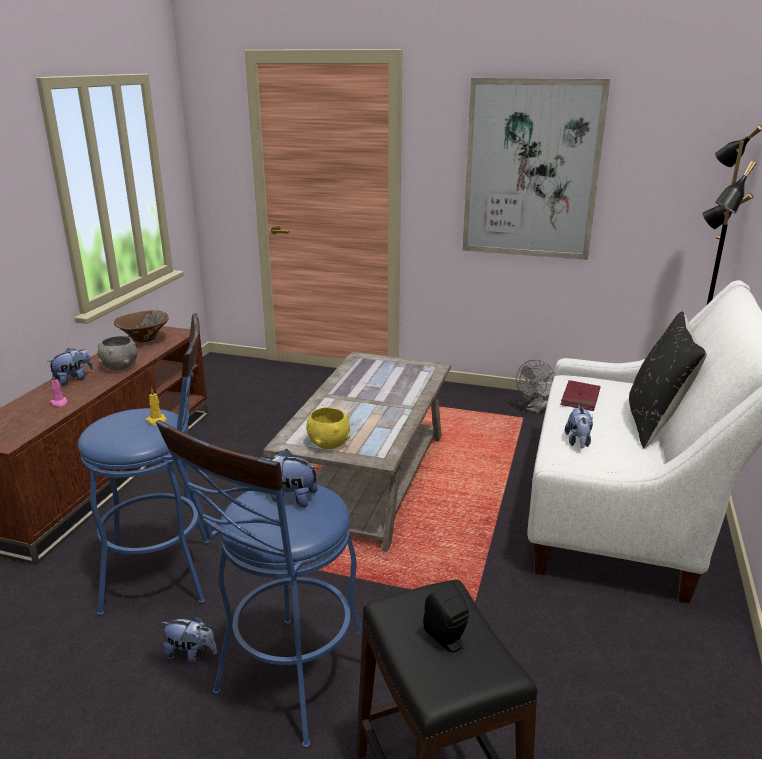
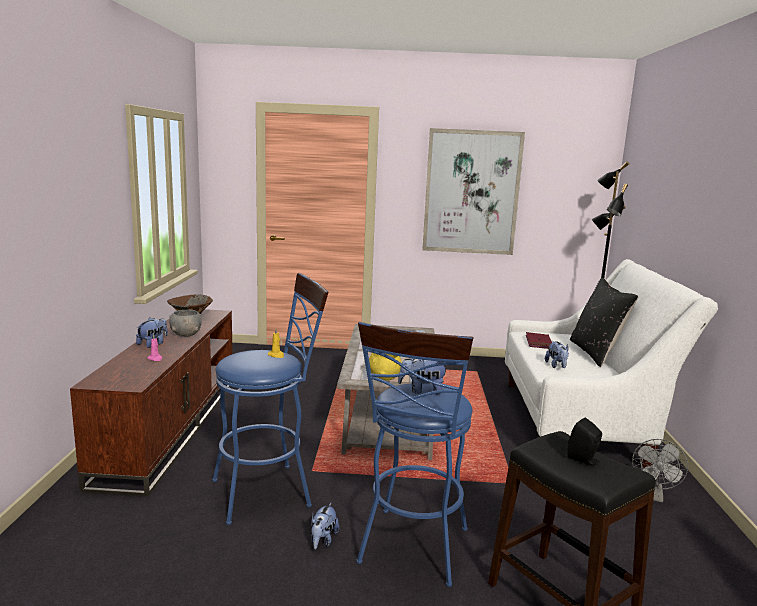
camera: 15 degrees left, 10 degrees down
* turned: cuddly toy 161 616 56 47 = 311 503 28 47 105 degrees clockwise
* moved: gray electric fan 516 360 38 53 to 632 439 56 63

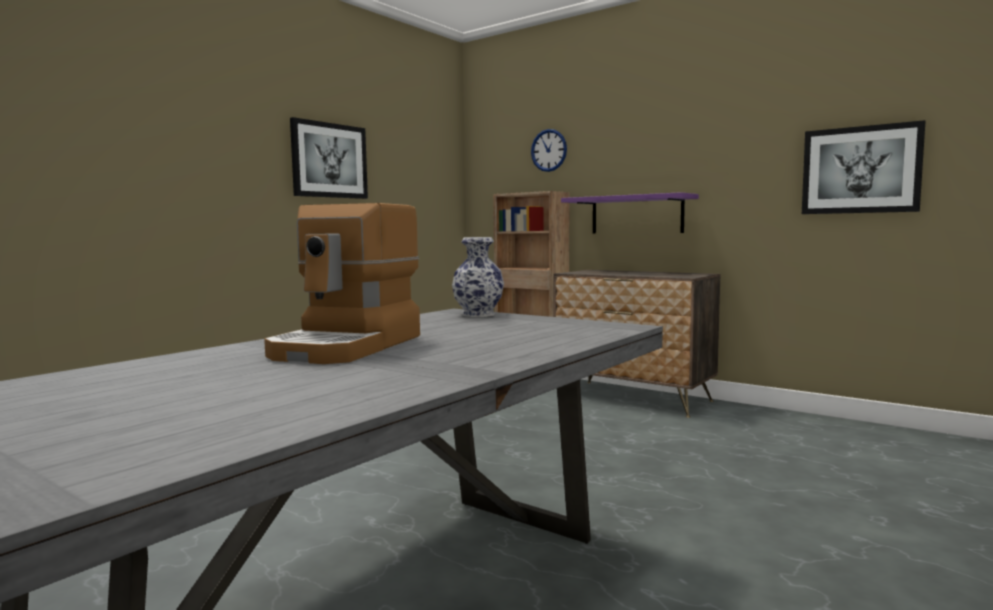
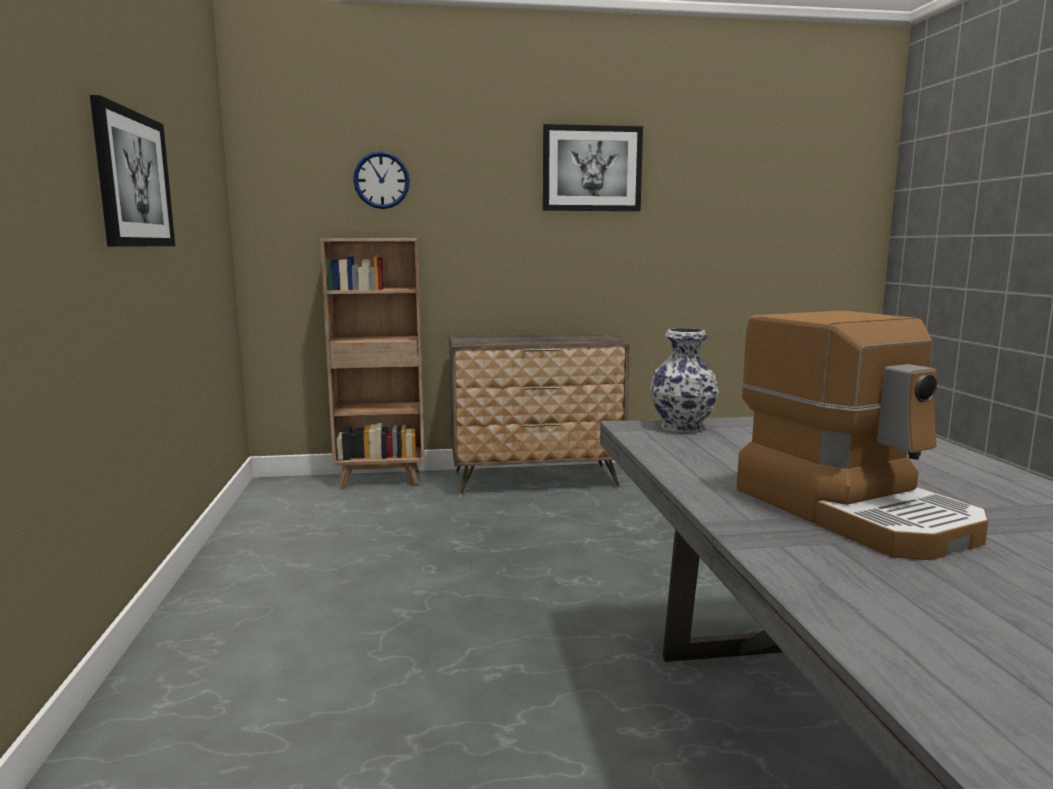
camera: 45 degrees left, 5 degrees up
* moved: wall art 802 120 123 94 to 543 124 100 87
* removed: purple bracket shelf 561 192 138 42

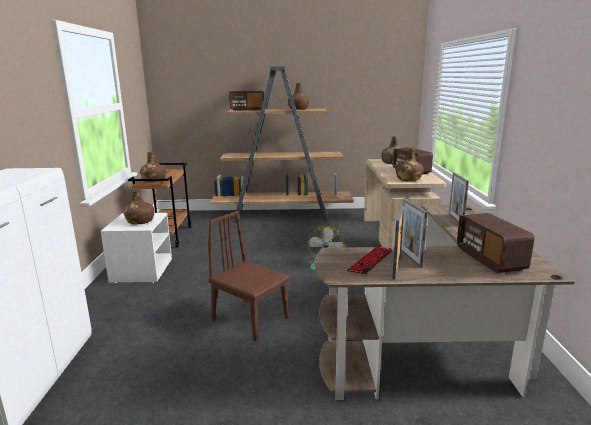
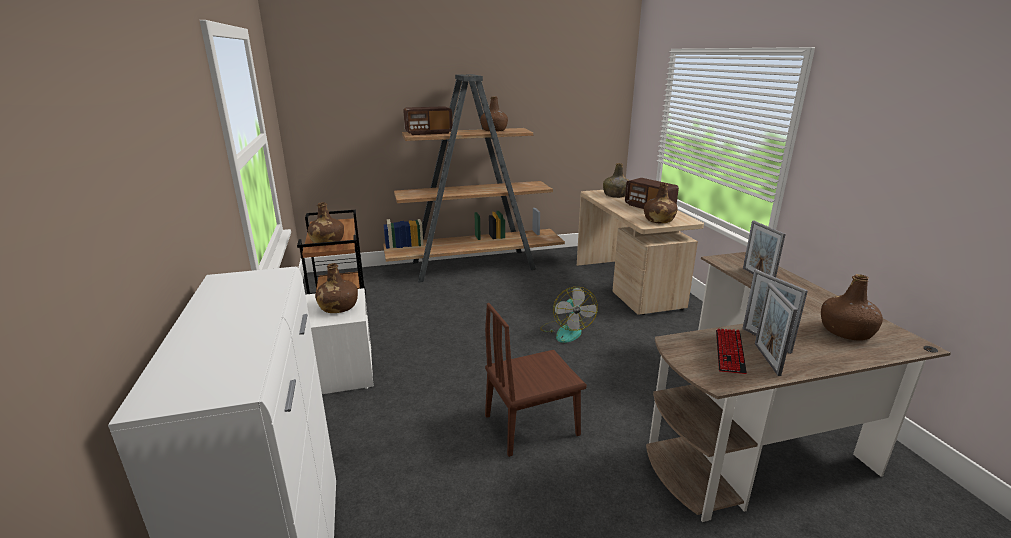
camera: 15 degrees left, 5 degrees up
* turned: brown-coloured upright chair 208 211 82 130 = 485 303 102 154 45 degrees counterclockwise
* replaced: radio set 457 213 77 60 to brown-coloured drink bottle 821 274 62 67

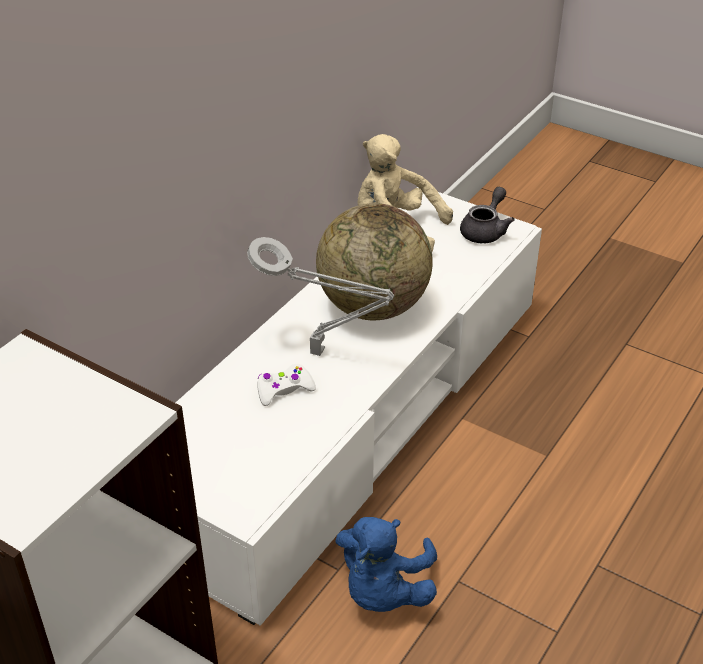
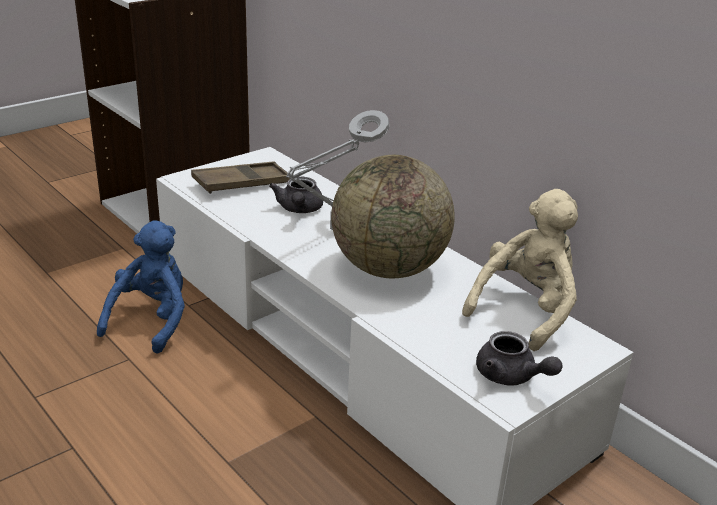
camera: 105 degrees right, 10 degrees down
* turned: blue-coloured cuddly toy 335 517 102 95 = 97 220 88 134 75 degrees clockwise
* added: brown-coloured carrying tray 191 161 99 33
* replaced: white game controller 257 364 59 42 to gray pot for tea 269 177 54 36

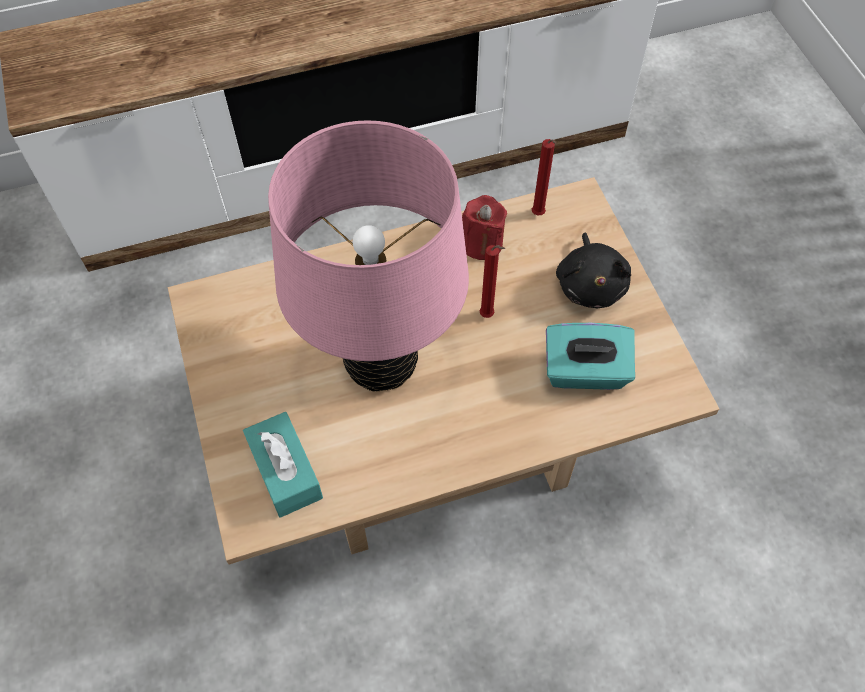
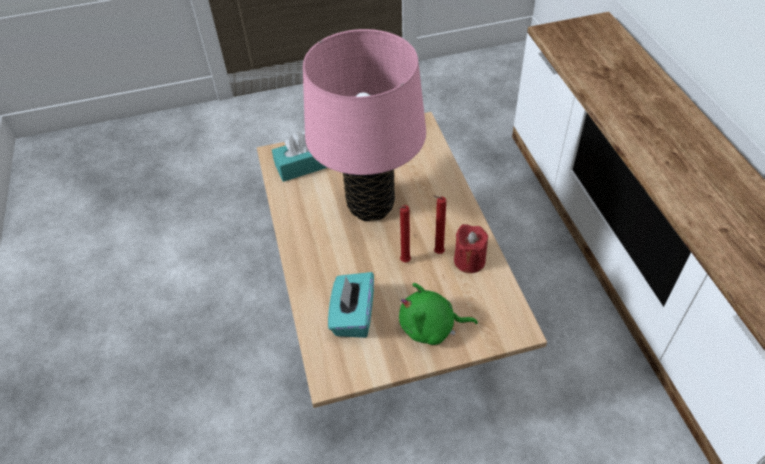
camera: 95 degrees right, 10 degrees down
* recoloured: blackish cuddly toy 556 233 75 76 to greenish cuddly toy 399 283 79 62
* moved: red-coloured candle 532 139 25 76 to 433 196 13 58

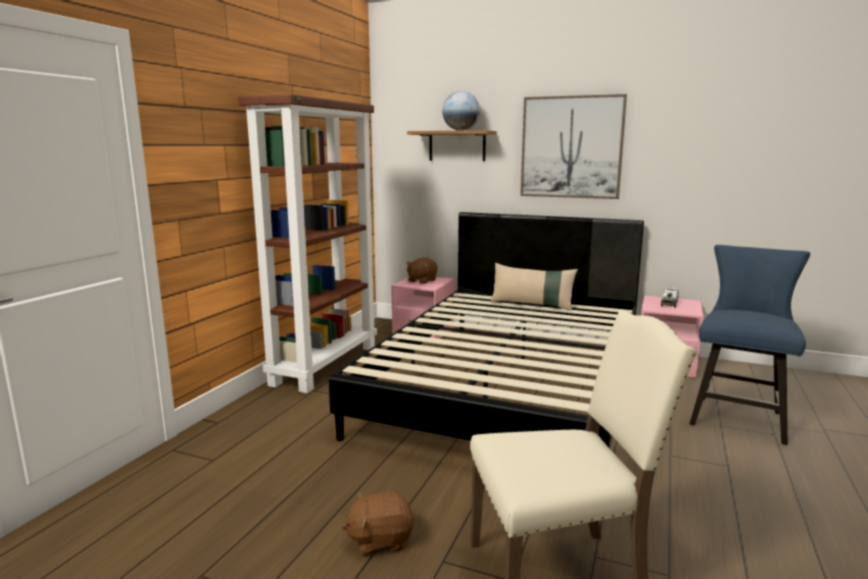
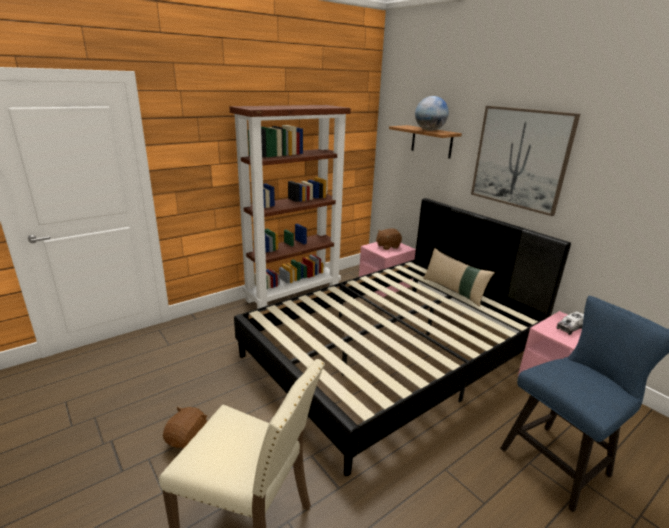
camera: 30 degrees right, 10 degrees up
* turned: brown-coloured cuddly toy 342 491 72 65 = 163 407 45 42 90 degrees clockwise

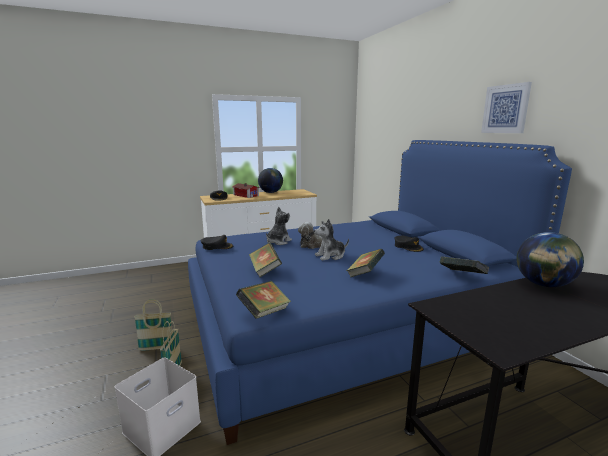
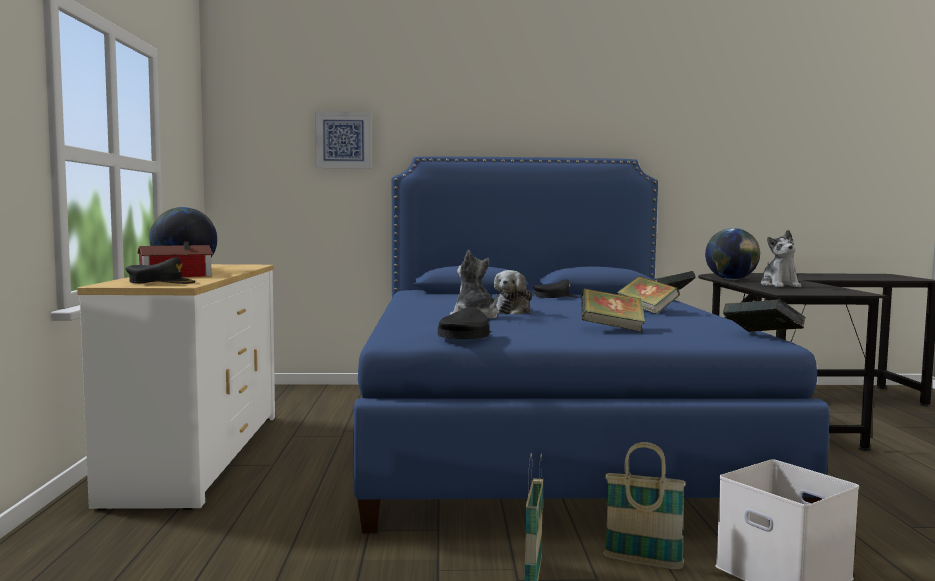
camera: 70 degrees left, 10 degrees down
* moved: wall art 481 82 51 51 to 315 111 57 58
* moved: cuddly toy 314 219 35 42 to 761 230 40 57

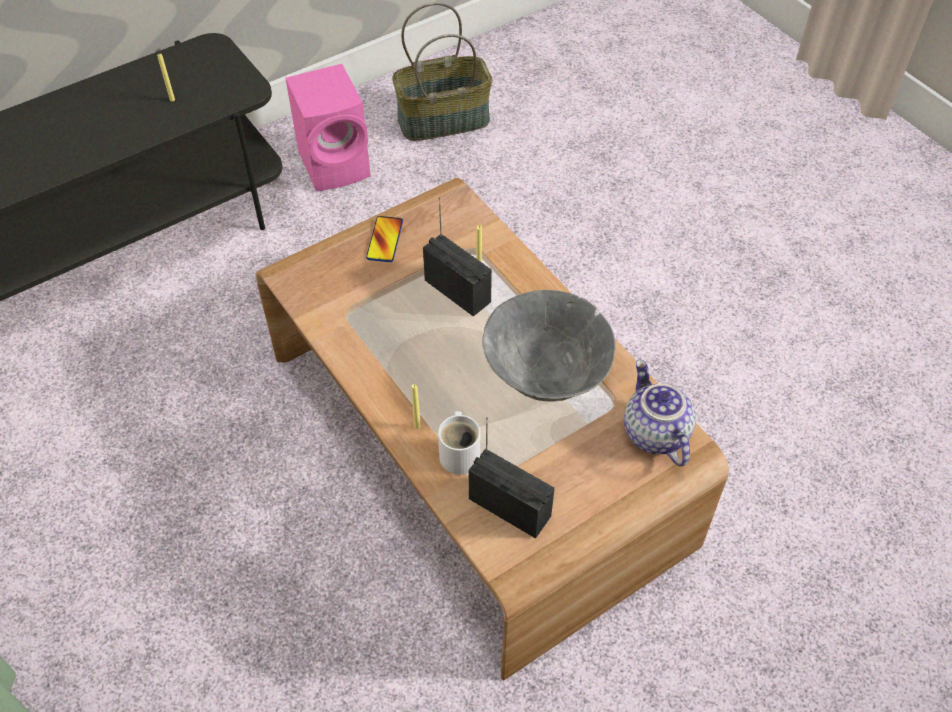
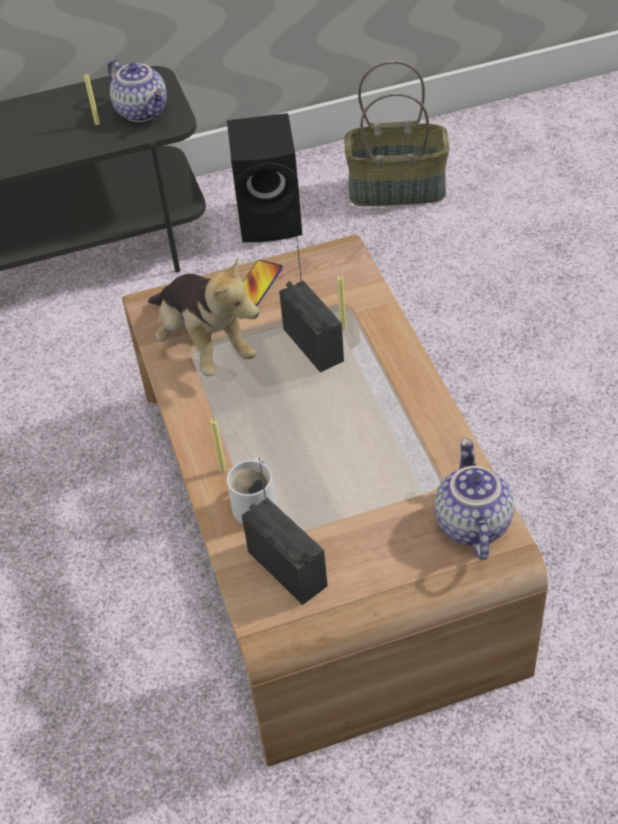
camera: 20 degrees right, 5 degrees down
* added: pot for tea 108 59 59 63
* added: cuddly toy 148 256 111 120
* recoloured: pink speaker 285 64 86 127 to blackish speaker 227 113 75 129
* removed: gray bowl 482 290 133 112

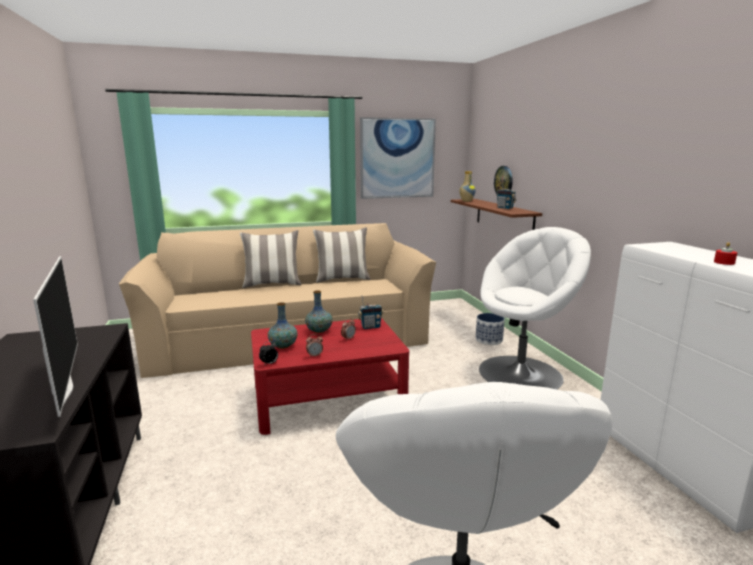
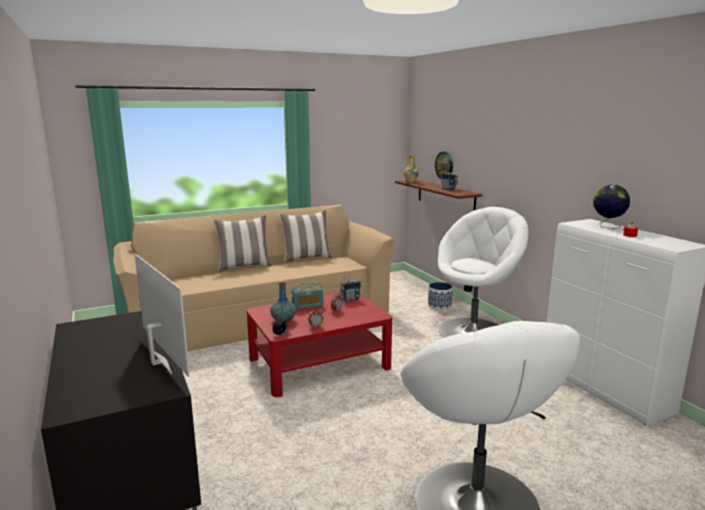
camera: 10 degrees left, 0 degrees up
* replaced: decorative vase 305 291 28 42 to radio set 291 282 33 28
* added: desk globe 593 185 37 43
* removed: wall art 360 117 76 82

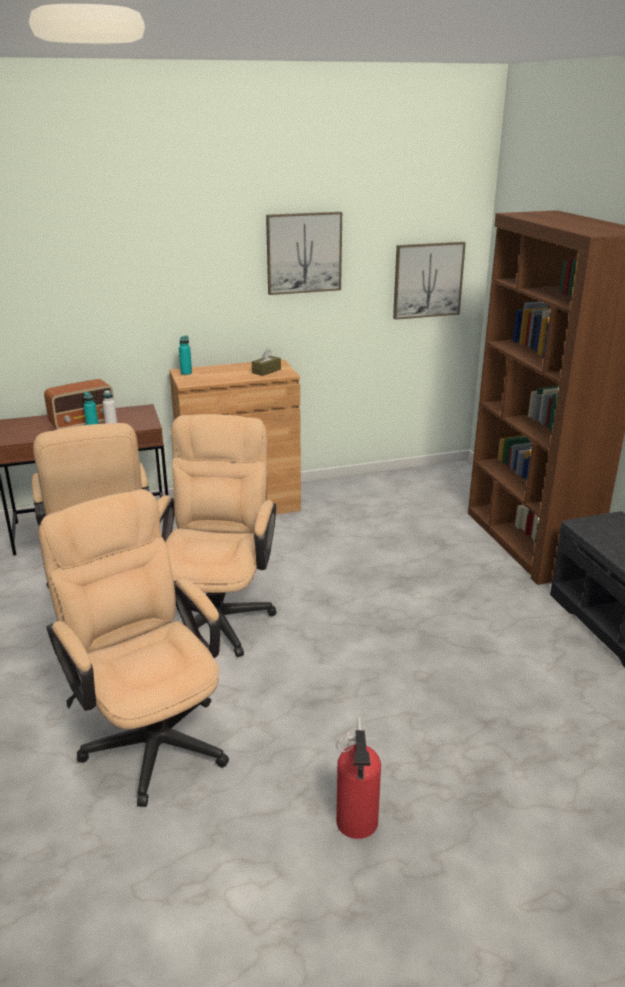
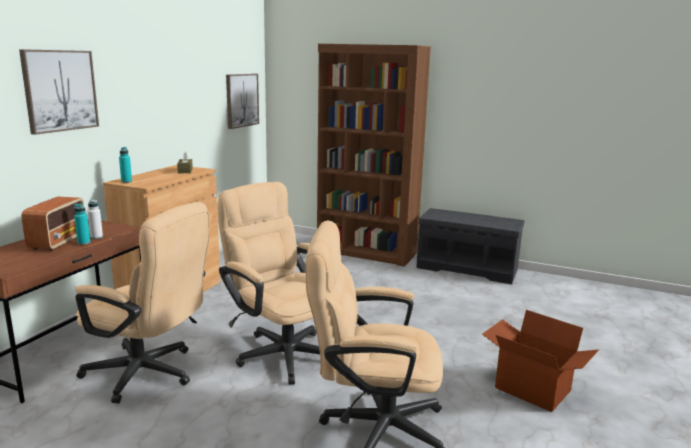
camera: 50 degrees left, 10 degrees down
* moved: wall art 266 212 76 83 to 19 49 80 86
* replaced: fire extinguisher 336 717 45 122 to cardboard box 482 310 117 102

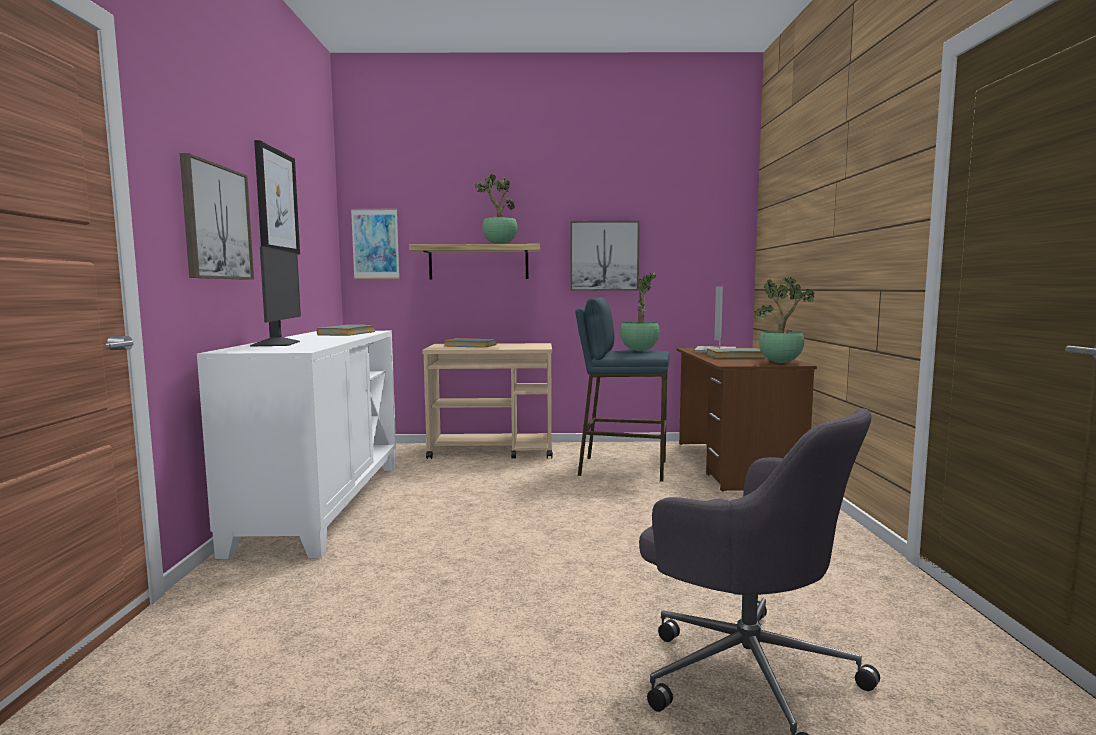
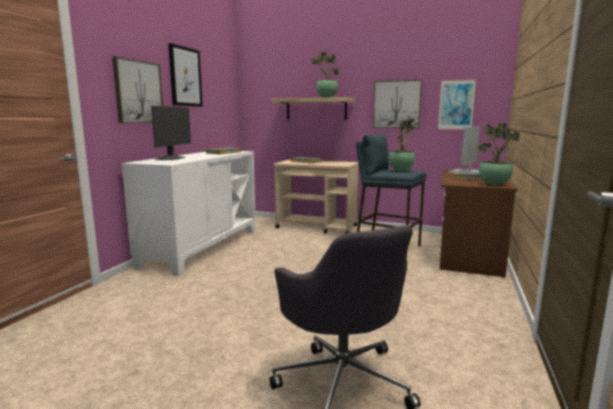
camera: 20 degrees right, 5 degrees up
* moved: wall art 351 209 49 70 to 438 79 38 51

